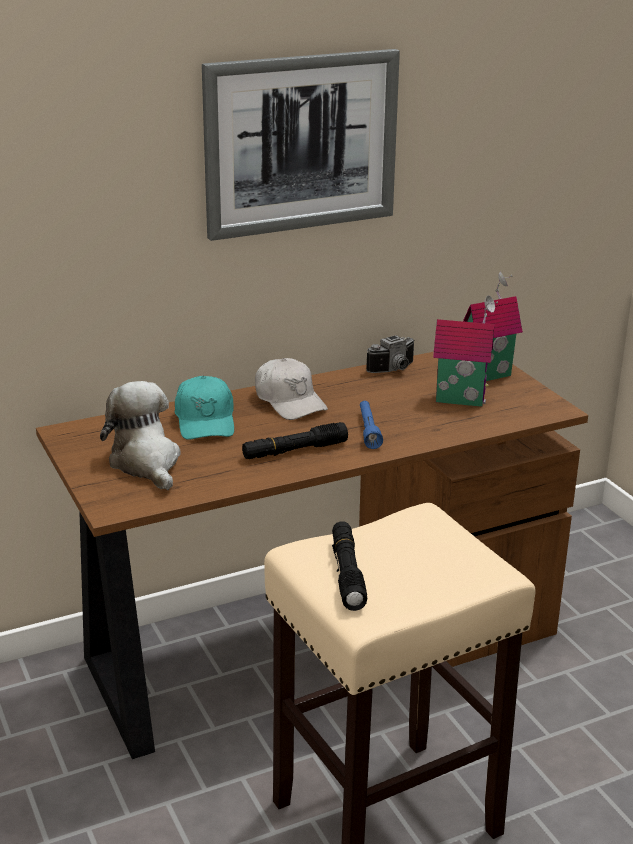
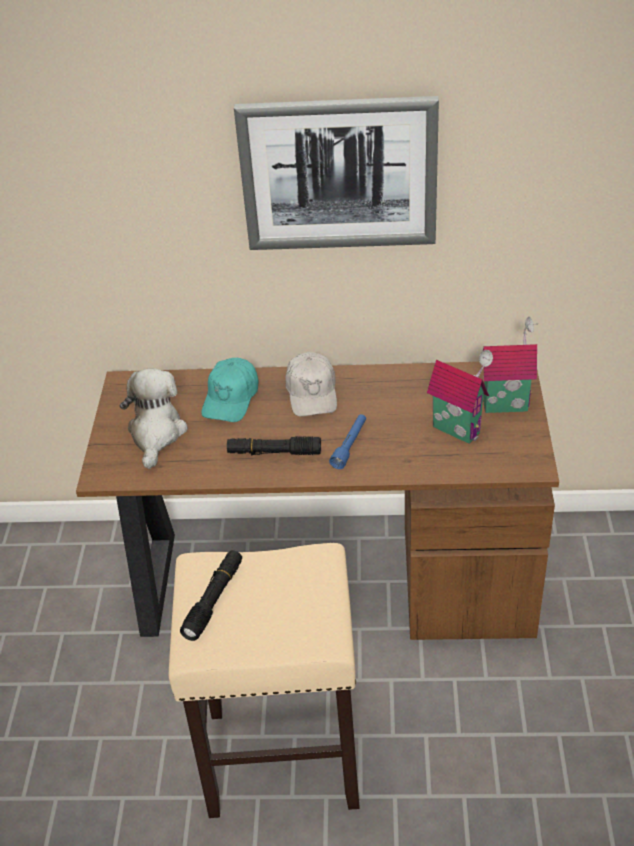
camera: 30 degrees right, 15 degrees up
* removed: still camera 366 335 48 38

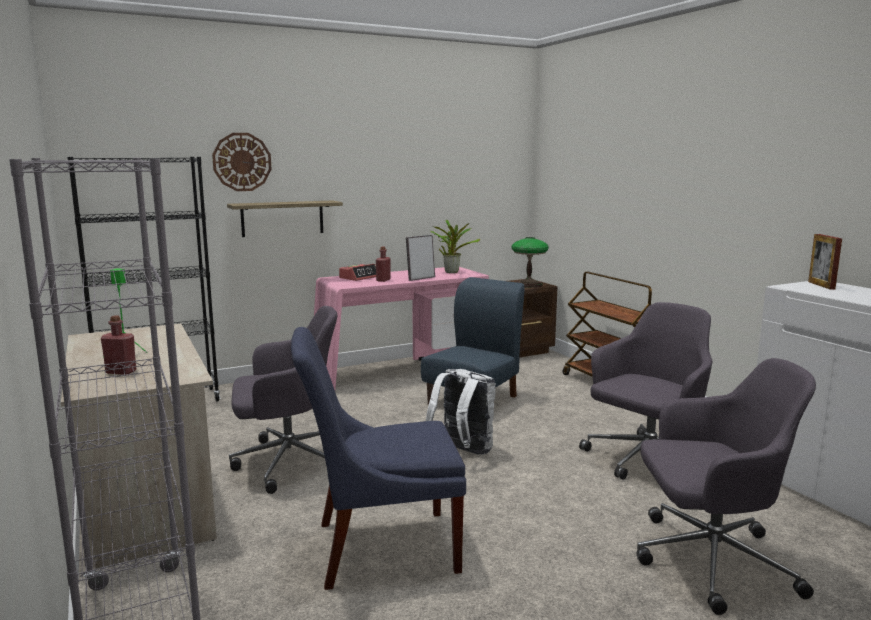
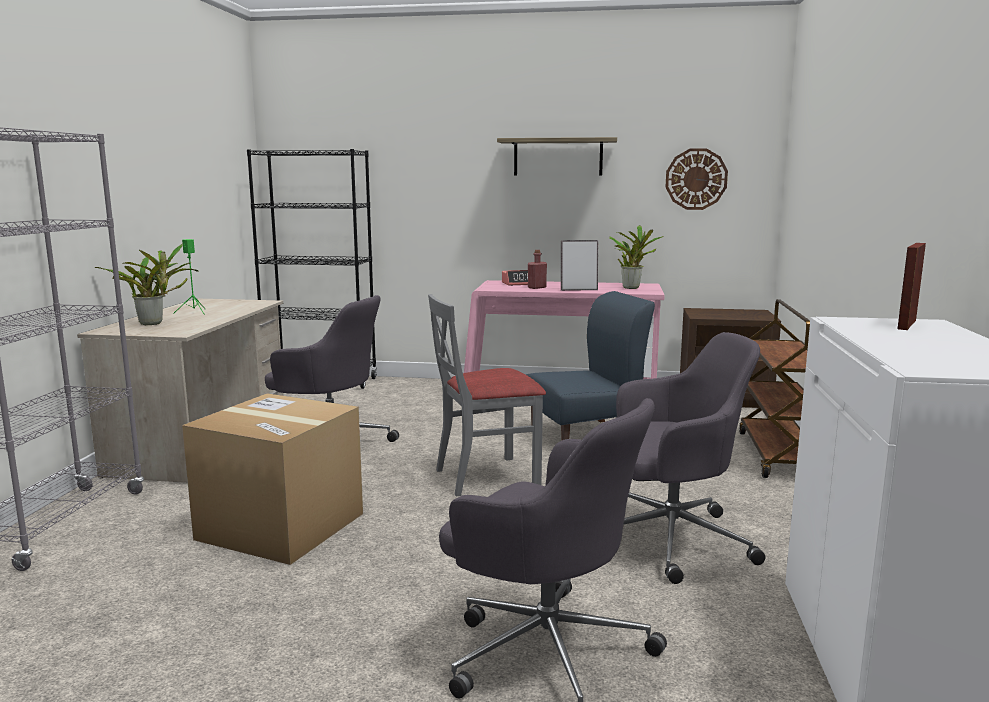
camera: 35 degrees right, 0 degrees up
* replaced: red-coloured drink bottle 101 315 35 60 to houseplant 95 243 104 82
* replaced: blue-coloured upright chair 291 327 175 263 to cardboard box 182 393 181 172
* replaced: white knapsack 426 369 70 86 to gray upright chair 428 294 118 202
* moved: bracket shelf 227 201 116 36 to 497 137 120 39
* moved: wall clock 212 133 60 58 to 665 148 63 62
* removed: lamp for a table 511 237 38 51

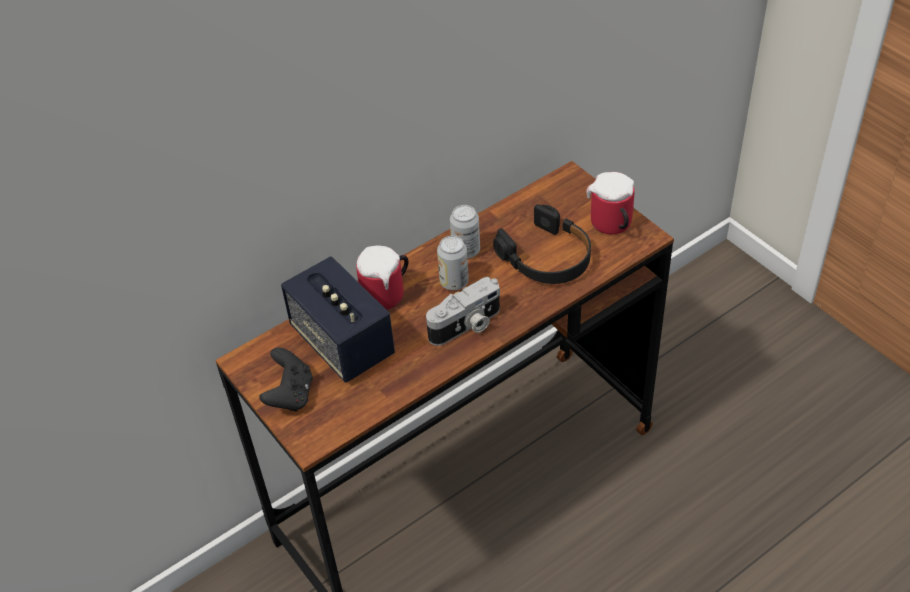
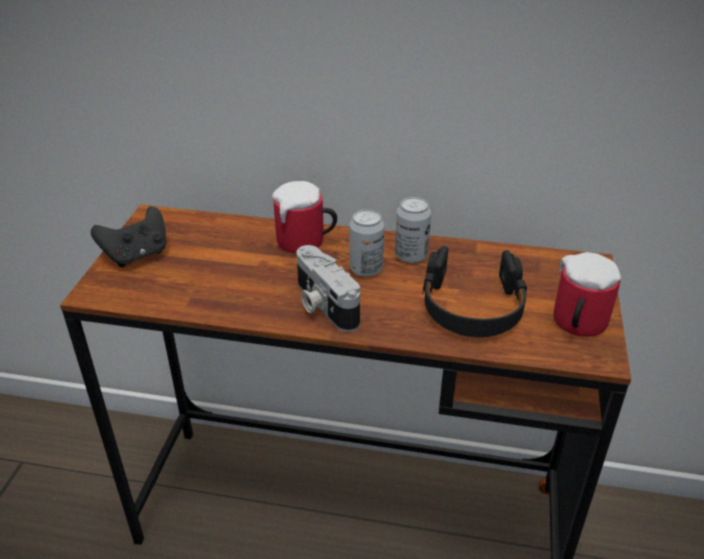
camera: 45 degrees right, 10 degrees down
* turned: still camera 426 277 74 69 = 297 245 63 87 45 degrees clockwise
* removed: speaker 281 256 114 127

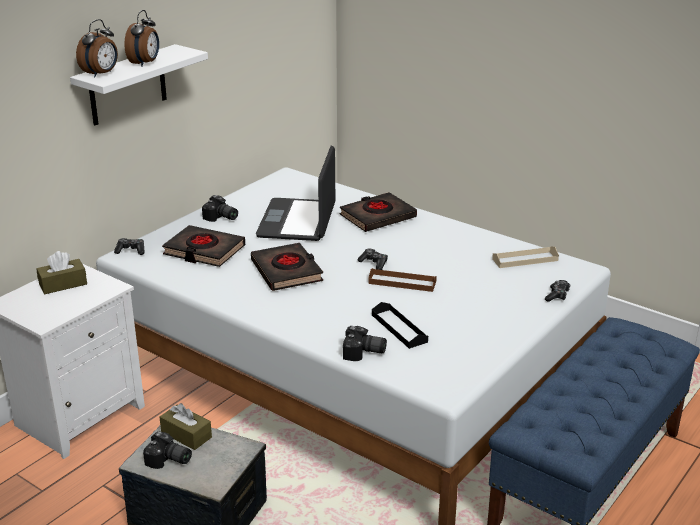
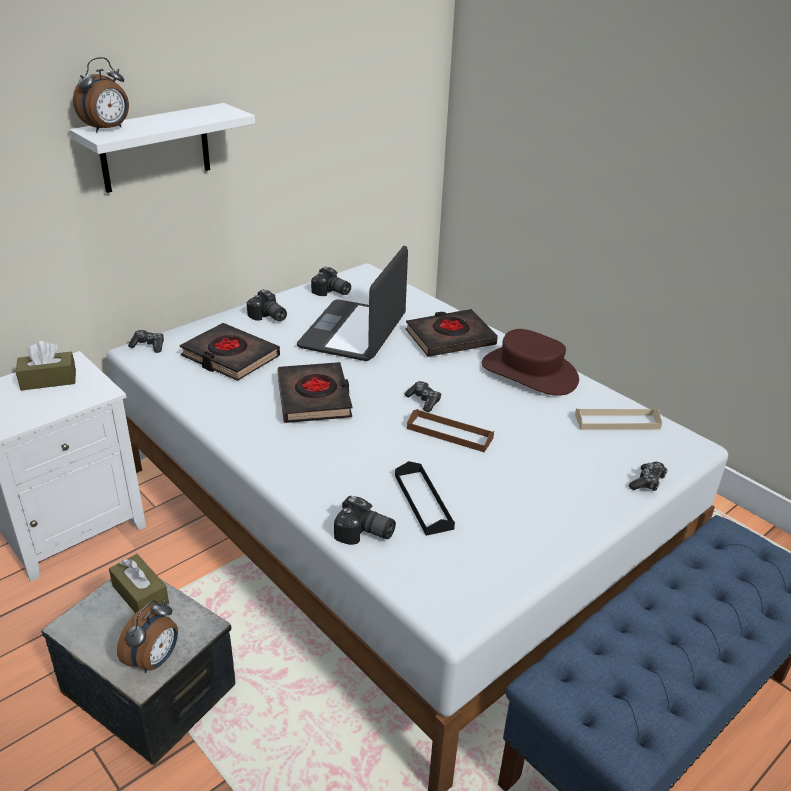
camera: 10 degrees right, 5 degrees up
* moved: alarm clock 124 10 35 57 to 117 600 61 73
* moved: still camera 143 431 49 38 to 311 266 40 30
* added: brown-coloured wearable hat 482 329 97 67

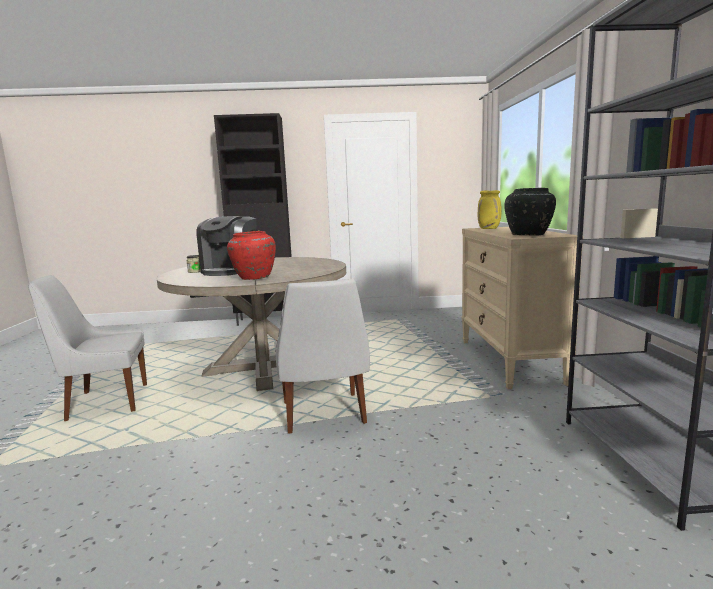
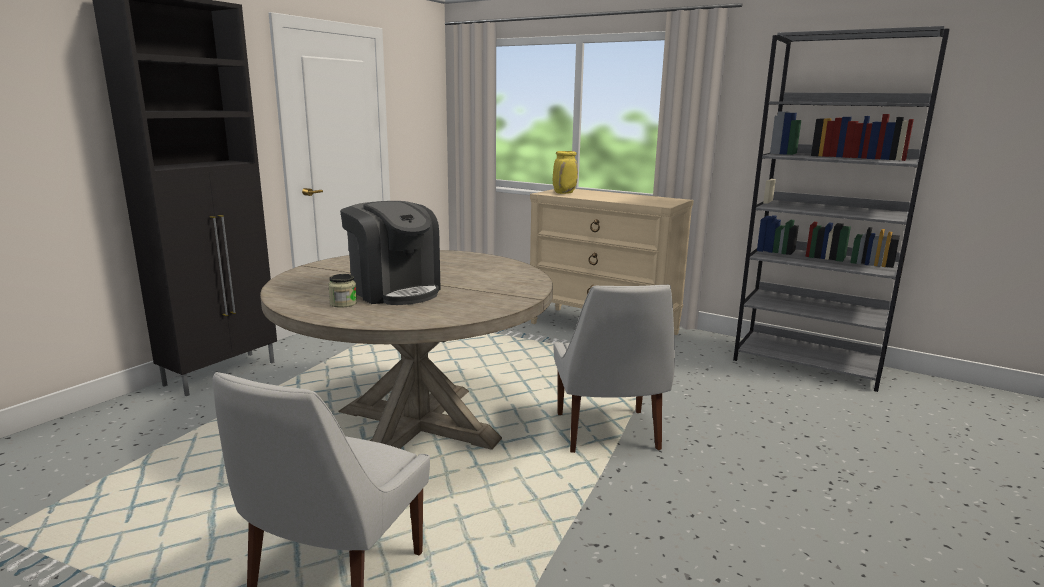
camera: 55 degrees left, 5 degrees up
* turned: white upright chair 274 279 96 155 = 554 285 121 168 60 degrees clockwise
* removed: red-coloured decorative vase 227 231 49 49
* removed: blackish decorative vase 504 188 52 47

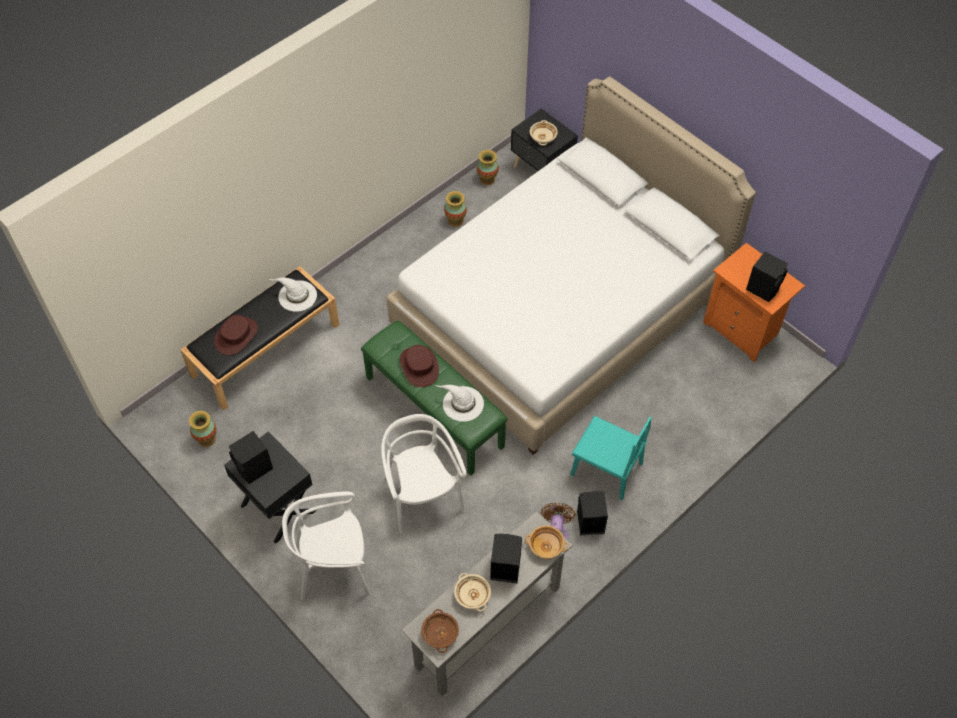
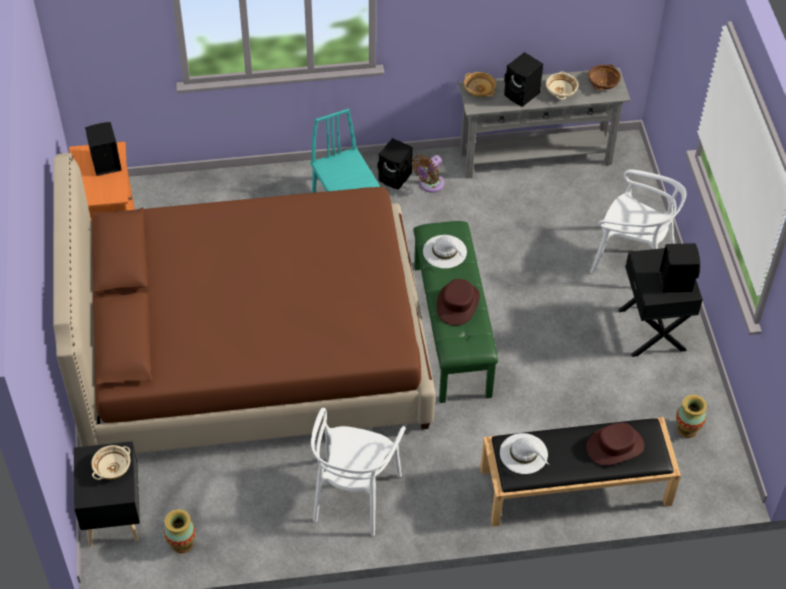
camera: 145 degrees left, 5 degrees down
* recoloured: white sleeping bed 387 77 369 378 to brown-coloured sleeping bed 53 153 382 301
* moved: white upright chair 381 414 86 120 to 311 408 95 128
* removed: decorative vase 444 191 23 36

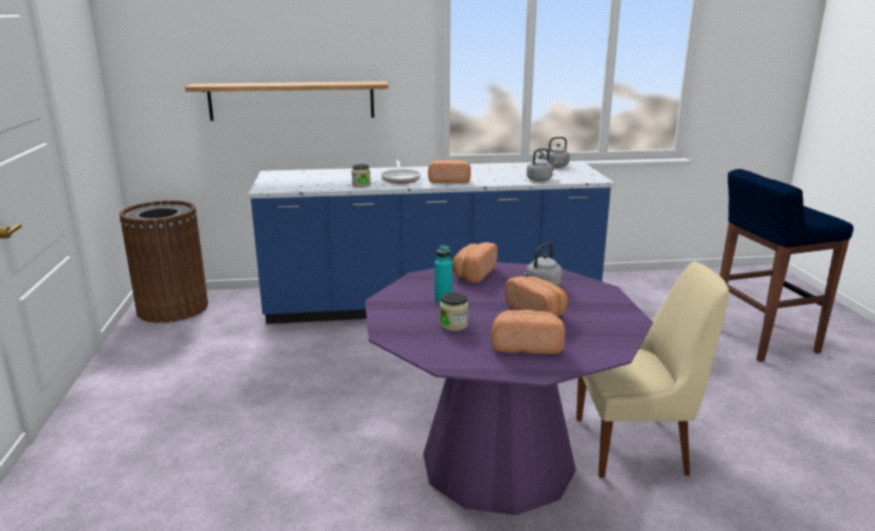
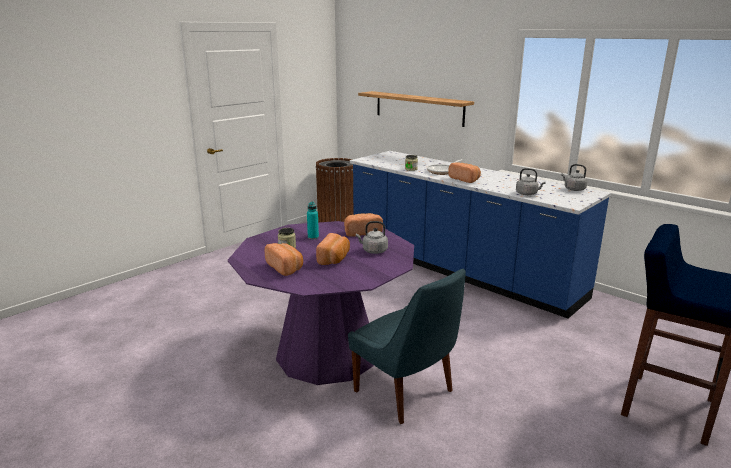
camera: 50 degrees right, 0 degrees up
* recoloured: beige-coloured upright chair 576 261 153 217 to blue-coloured upright chair 348 268 118 156

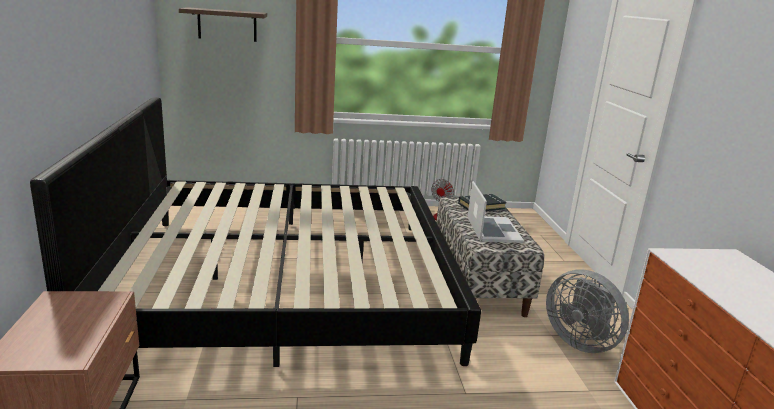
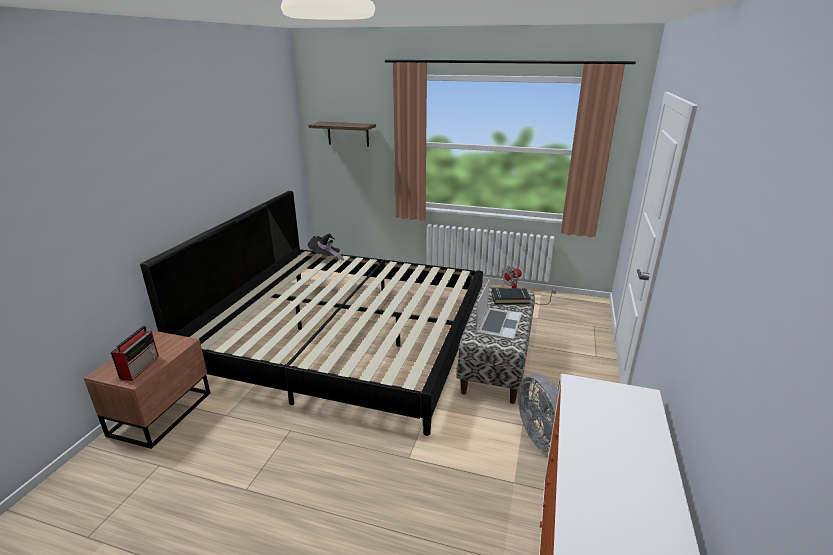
camera: 25 degrees right, 5 degrees up
* added: radio set 111 325 48 56
* added: blackish wearable hat 307 233 37 29

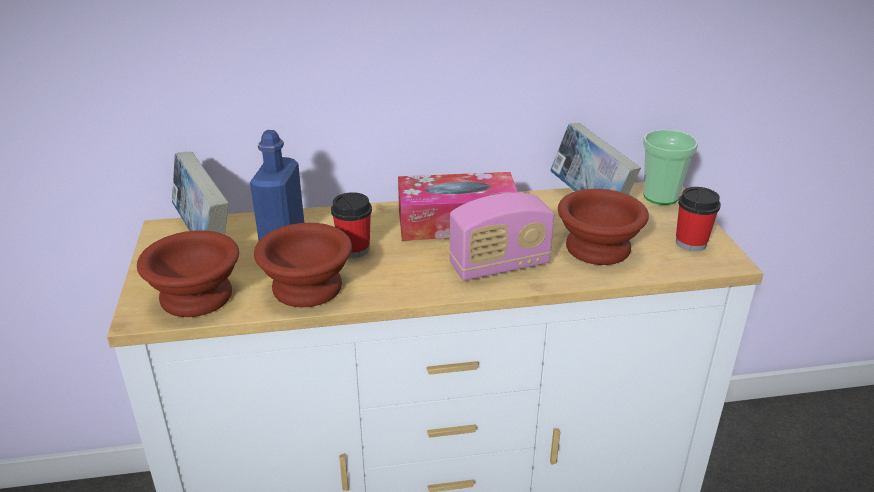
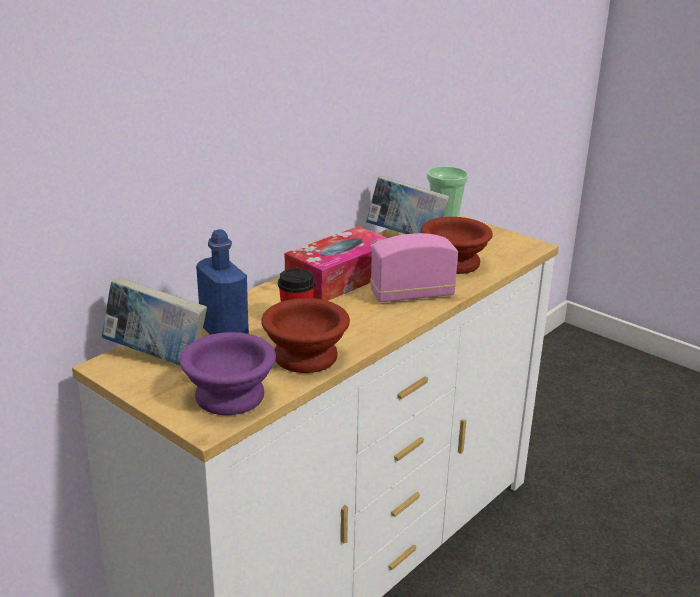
camera: 40 degrees left, 5 degrees down
* recoloured: brown-coloured bowl 137 230 102 87 to purple bowl 180 332 96 83
* turned: radio set 449 193 105 88 = 370 233 88 69 135 degrees counterclockwise
* removed: drinking cup 676 187 45 64

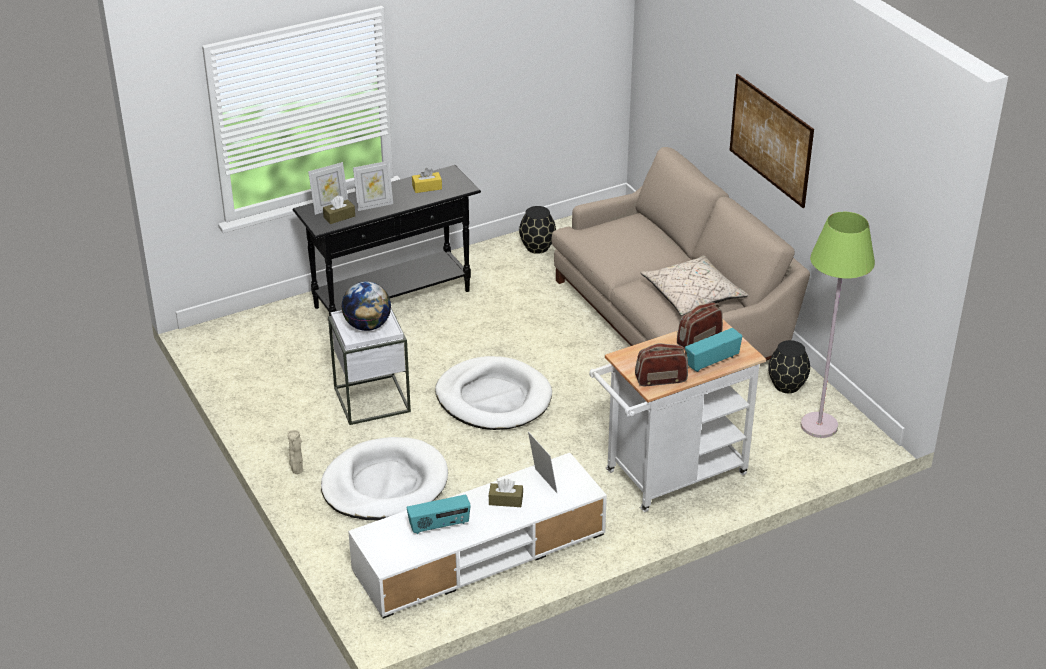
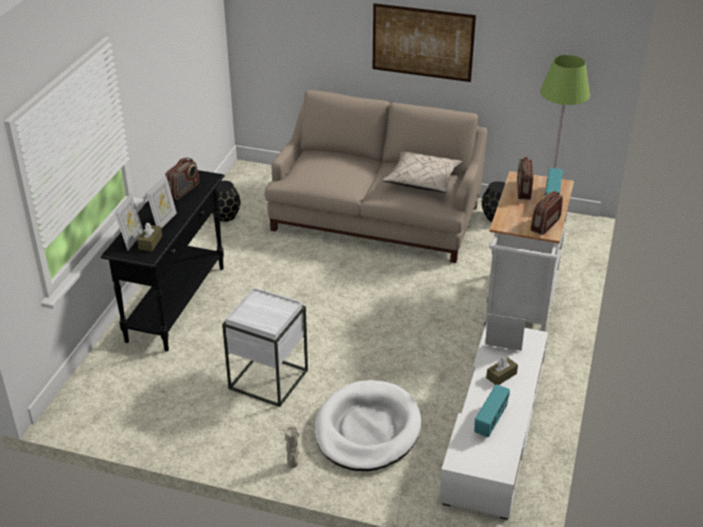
camera: 45 degrees left, 0 degrees up
* replaced: yellow tissue box 412 168 30 25 to radio set 165 158 34 42
* removed: desk globe 341 282 50 49
* removed: white dog cushion 435 356 117 74

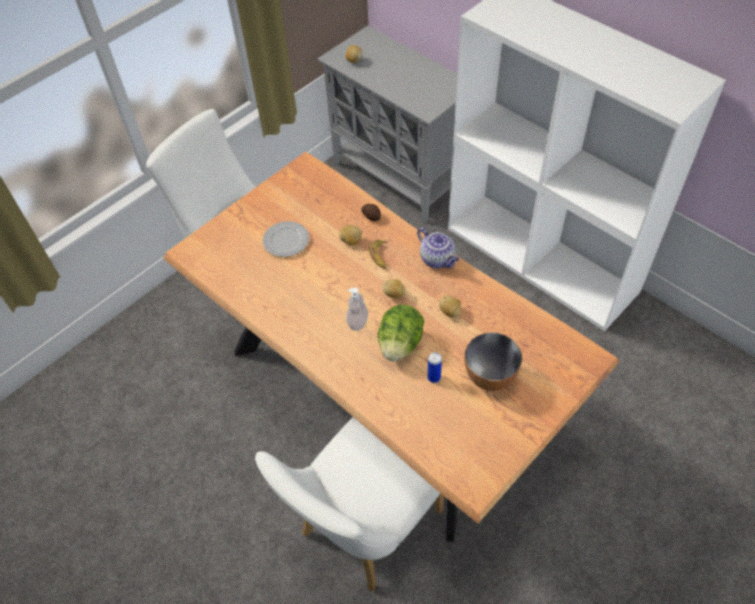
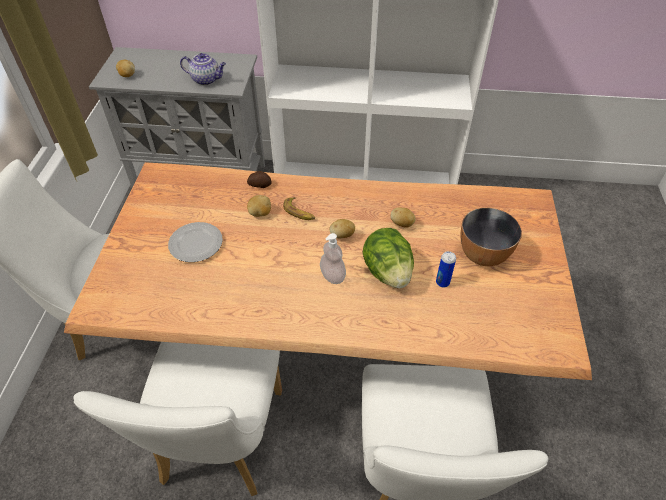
camera: 40 degrees left, 5 degrees down
* added: white upright chair 73 342 209 154
* moved: pot for tea 417 227 42 41 to 180 53 46 32

